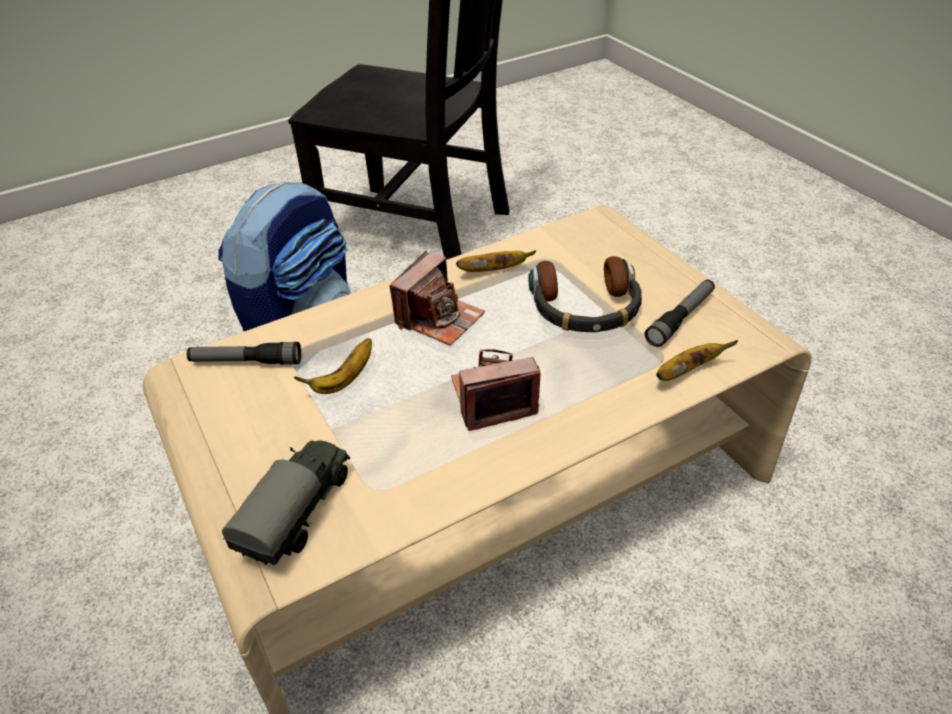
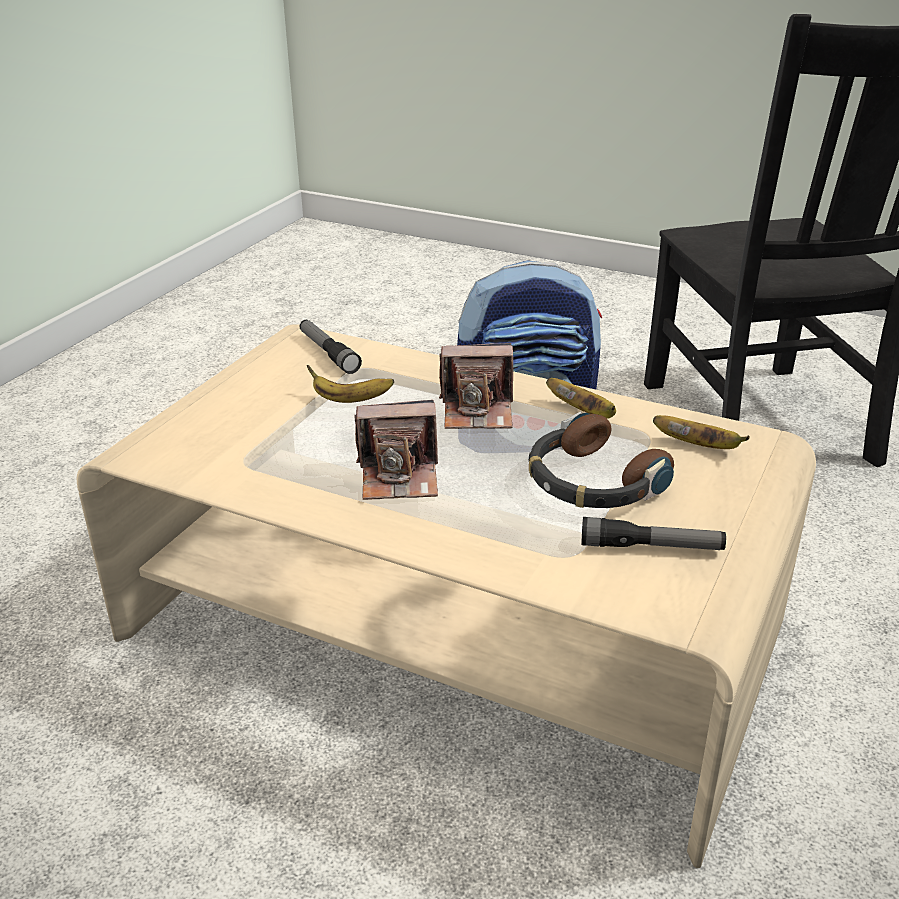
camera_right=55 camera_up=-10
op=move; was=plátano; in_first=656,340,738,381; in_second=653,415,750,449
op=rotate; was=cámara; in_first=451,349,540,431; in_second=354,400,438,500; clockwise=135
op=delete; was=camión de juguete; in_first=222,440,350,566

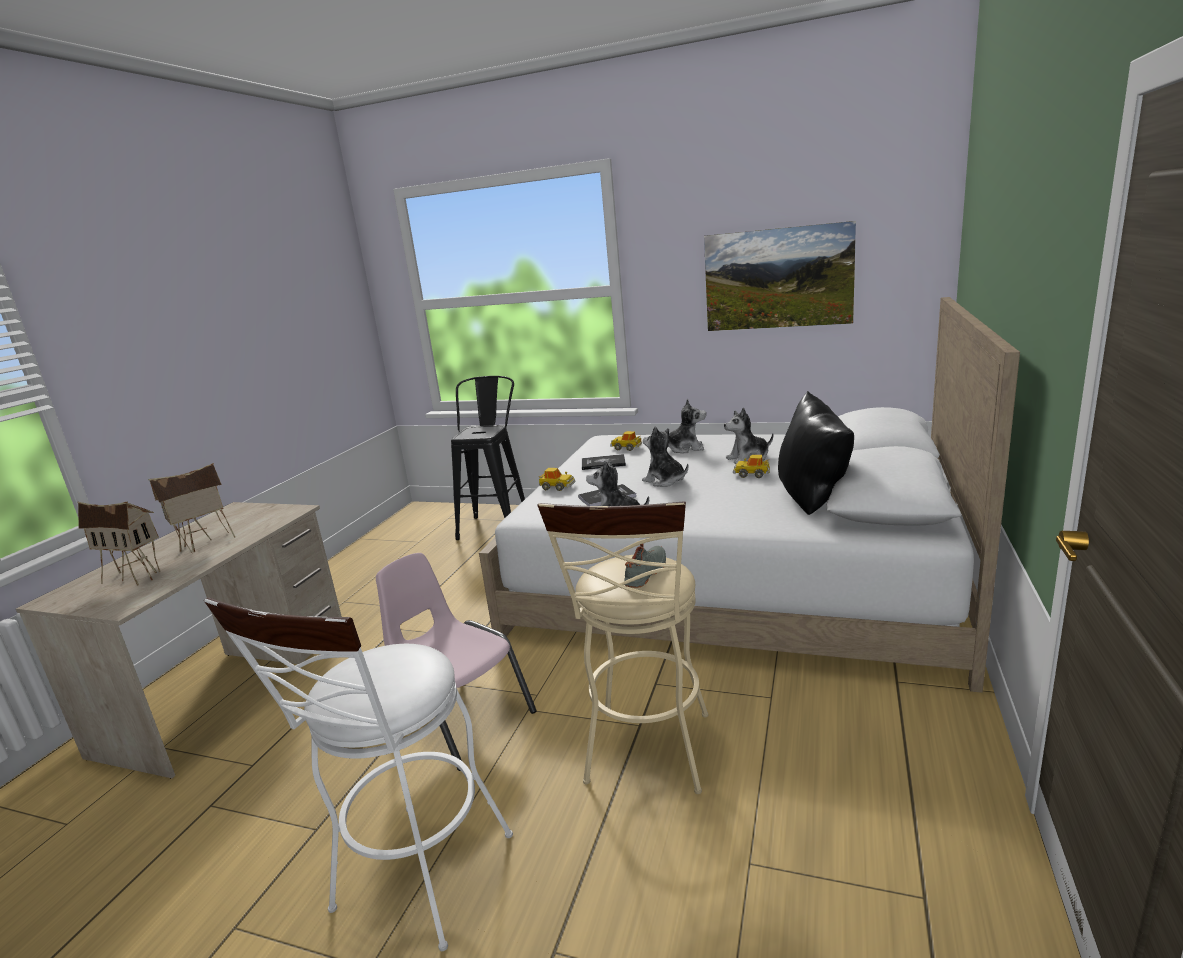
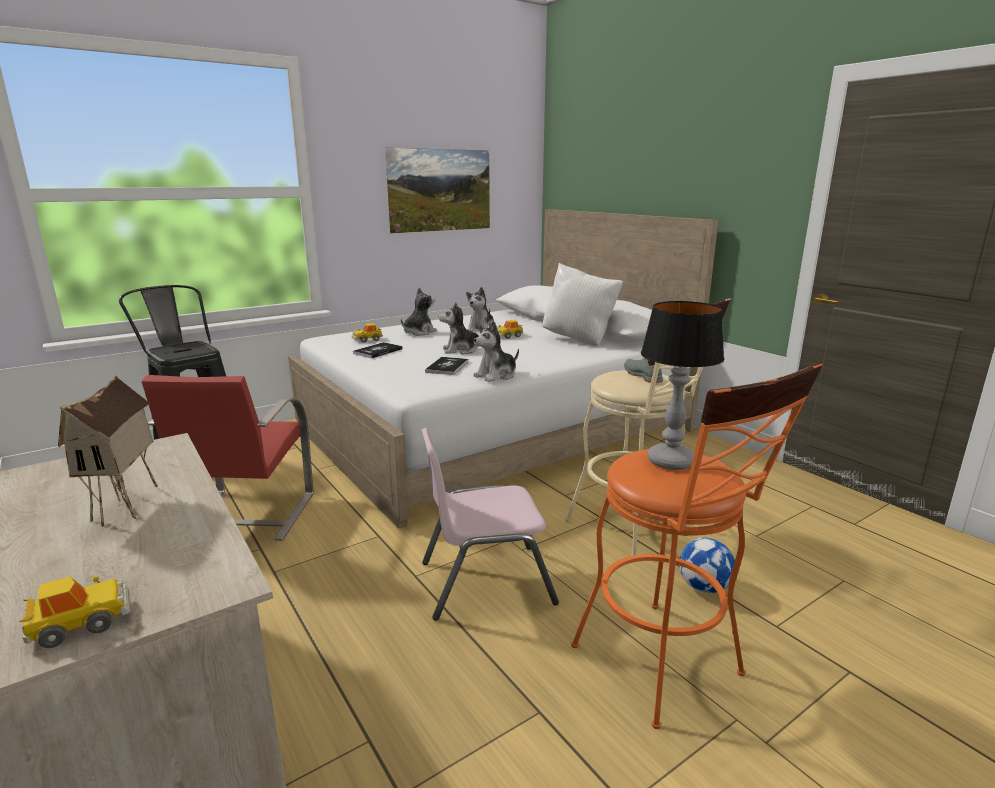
camera_right=-55 camera_up=0
op=recolor; was=cojín (negro); now=cojín (blanco); in_first=778,391,854,515; in_second=542,263,623,346
op=move; was=coche de juguete; in_first=539,468,576,491; in_second=19,576,131,648
op=delete; was=casita; in_first=77,502,160,585
op=recolor; was=taburete (blanco); now=taburete (naranja); in_first=204,597,513,951; in_second=571,362,823,729
op=insert; now=lámpara de mesa; in_second=641,301,724,470
op=insert; now=silla (rojo); in_second=141,375,313,540
op=insert; now=balón de fútbol; in_second=679,538,735,593

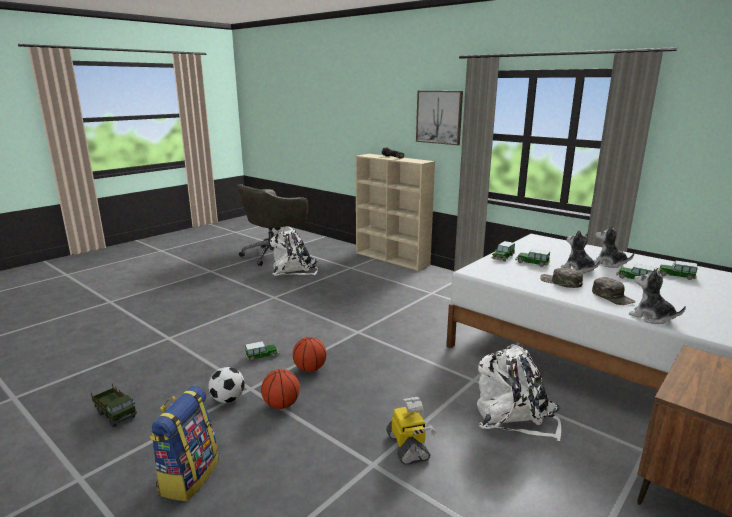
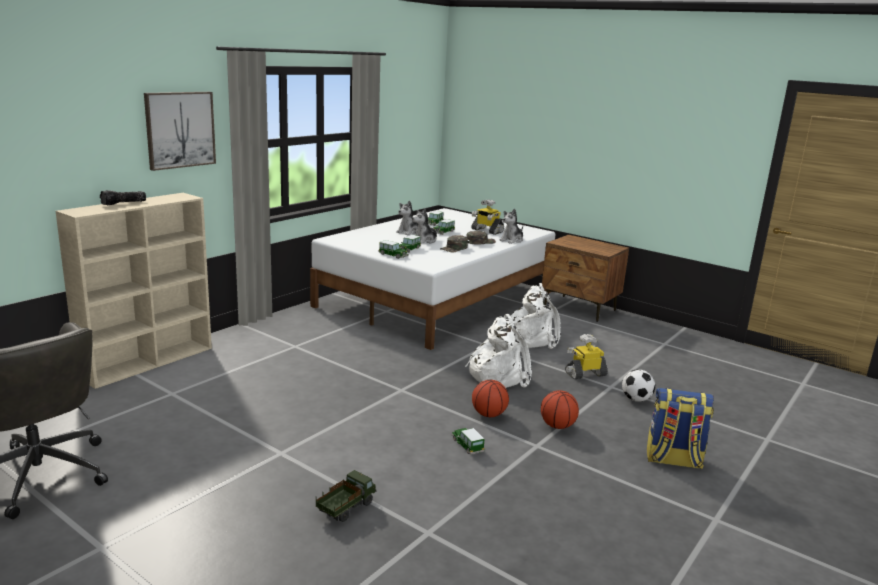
camera_right=-95 camera_up=0
op=move; was=mochila (blanco); in_first=270,226,318,276; in_second=465,314,532,388
op=move; was=balón de fútbol; in_first=208,367,245,403; in_second=622,369,655,402
op=move; was=camión de juguete; in_first=91,384,137,427; in_second=316,470,377,522
op=insert; now=robot de juguete; in_second=471,199,504,235

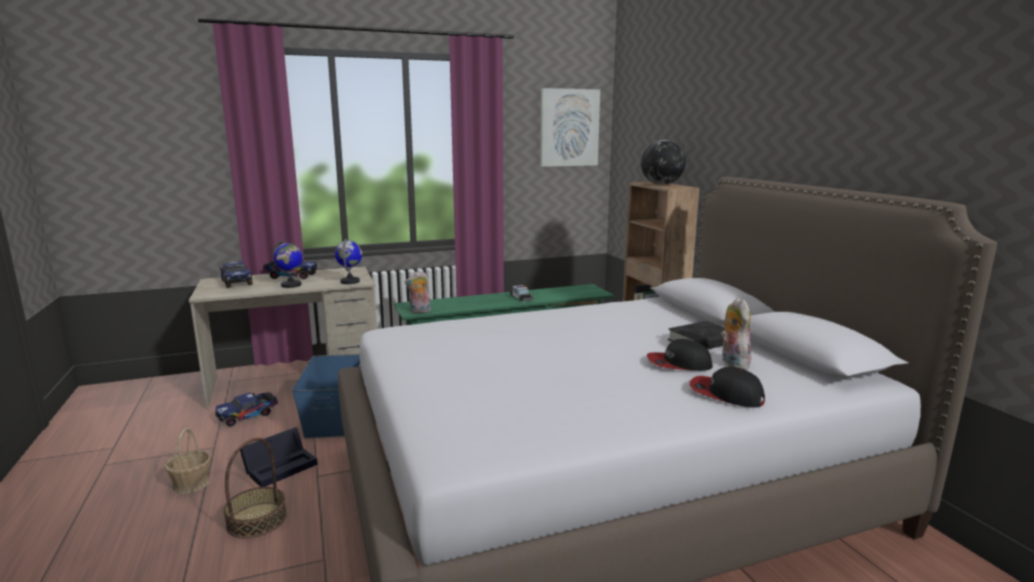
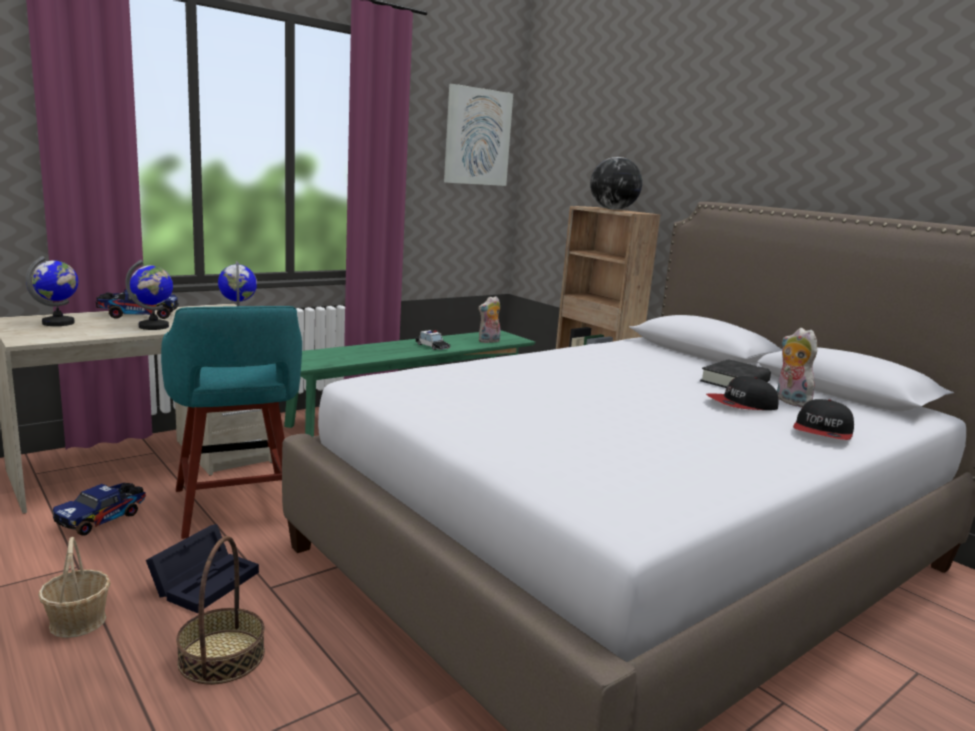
camera_right=-20 camera_up=0
op=replace; was=camión de juguete; now=globo terráqueo; in_first=220,261,252,288; in_second=26,256,78,326
op=move; was=peluche; in_first=405,271,431,313; in_second=478,296,501,343
op=replace; was=caja de almacenaje (azul); now=taburete (turquesa); in_first=292,354,361,438; in_second=161,306,302,539
op=rotate; was=gorra; in_first=690,367,765,408; in_second=793,399,854,440; clockwise=-75

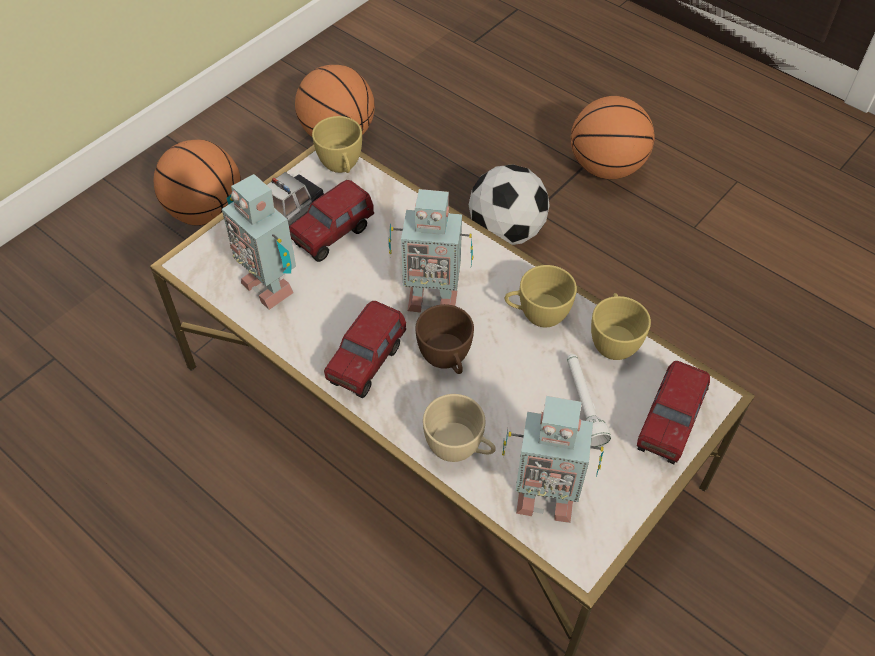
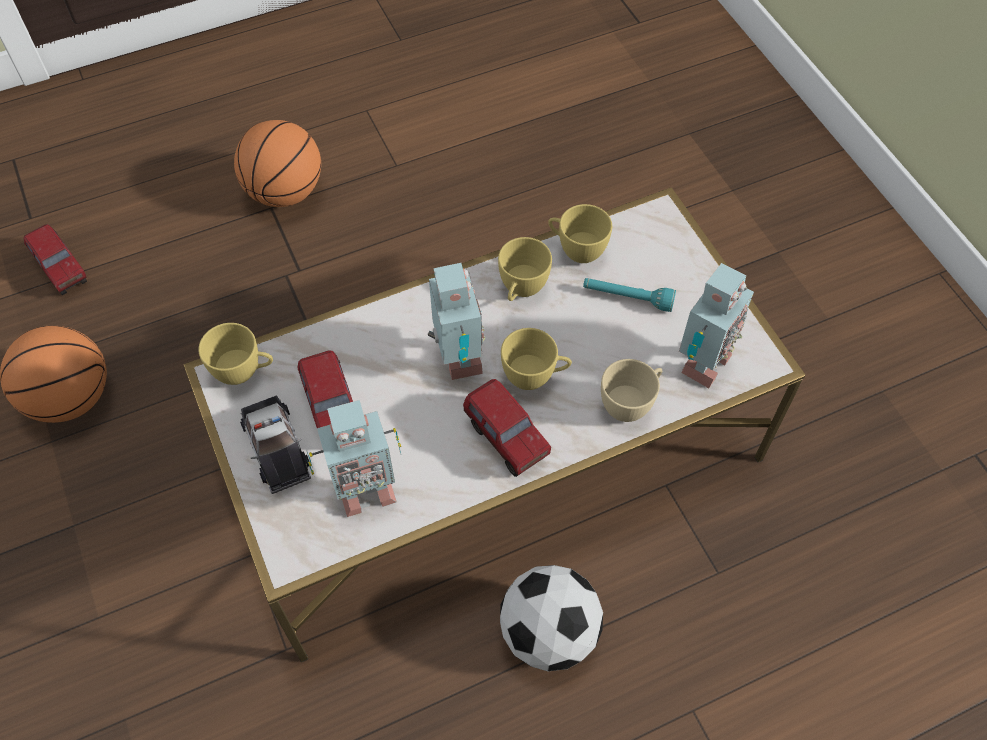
camera_right=-65 camera_up=5
op=delete; was=balón de baloncesto; in_first=154,140,241,226
op=move; was=balón de fútbol; in_first=469,164,550,245; in_second=500,565,603,671
op=rotate; was=robot de juguete; in_first=389,189,473,313; in_second=428,263,485,380; clockwise=-45
op=recolor; was=taza (marrón); now=taza (amarillo); in_first=415,304,474,374; in_second=501,328,572,390
op=recolor; was=linterna (blanco); now=linterna (turquesa); in_first=567,354,611,447; in_second=583,278,676,312
op=move; was=camión de juguete; in_first=637,361,710,464; in_second=23,224,87,295

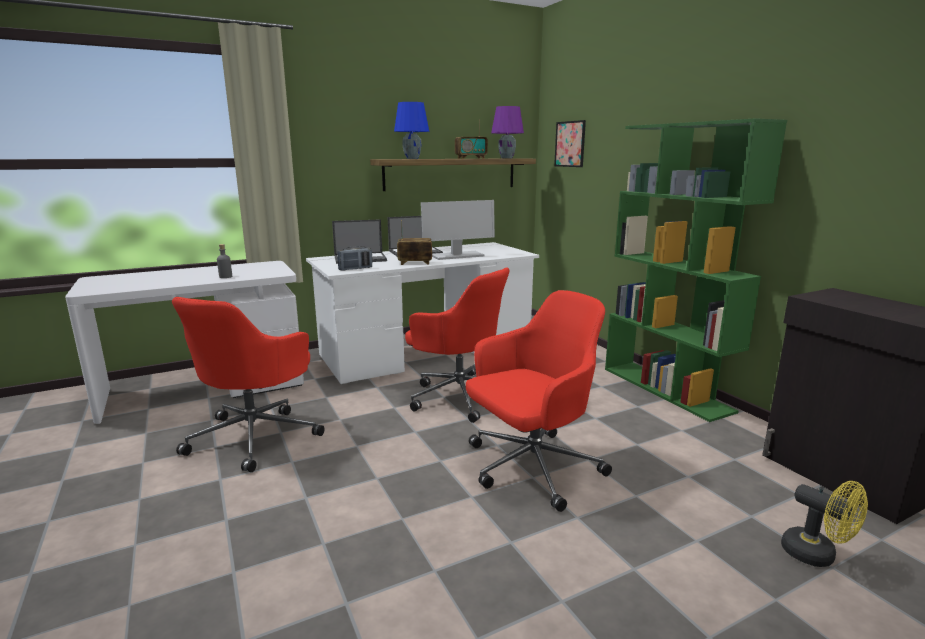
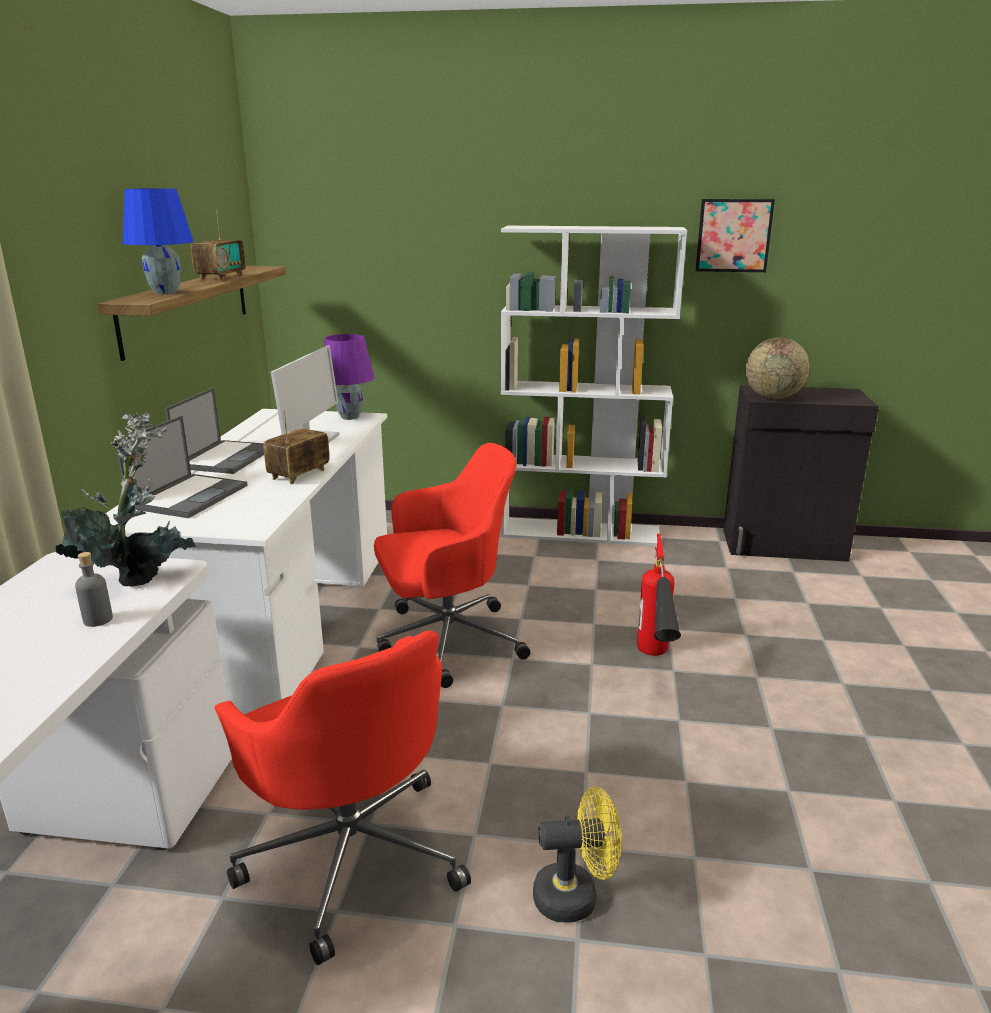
camera_right=-55 camera_up=5
op=move; was=lámpara de mesa (morado); in_first=491,106,524,159; in_second=324,334,374,420
op=recolor; was=estantería (verde); now=estantería (blanco); in_first=605,118,787,422; in_second=500,226,687,546
op=move; was=cuadro; in_first=554,120,586,167; in_second=695,199,775,272
op=delete; was=radio; in_first=337,246,372,271
op=replace; was=silla de oficina (rojo); now=extintor; in_first=466,290,612,512; in_second=637,534,681,656
op=move; was=ventilador (amarillo); in_first=781,481,868,567; in_second=533,787,622,923
op=insert; now=globo terráqueo; in_second=746,337,810,399
op=insert; now=planta en maceta; in_second=55,413,196,587

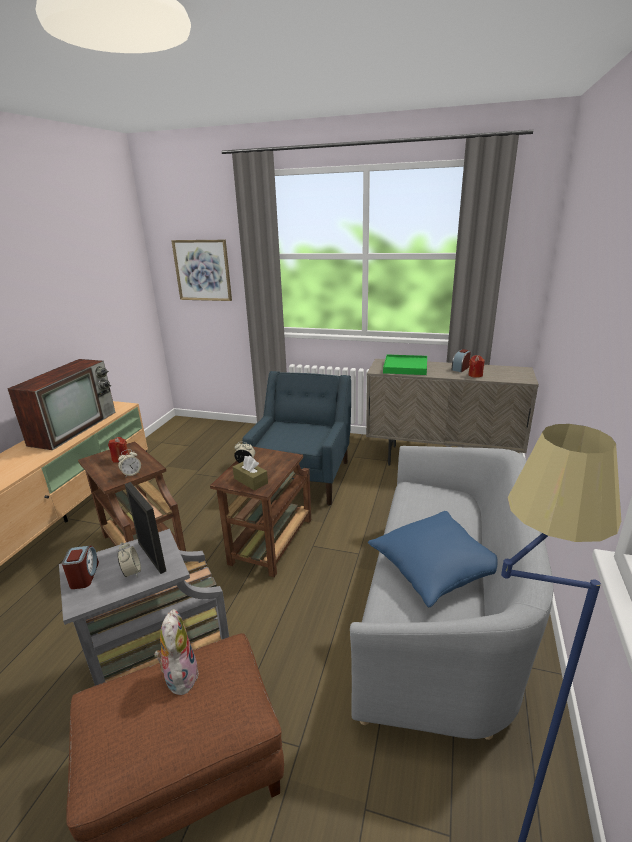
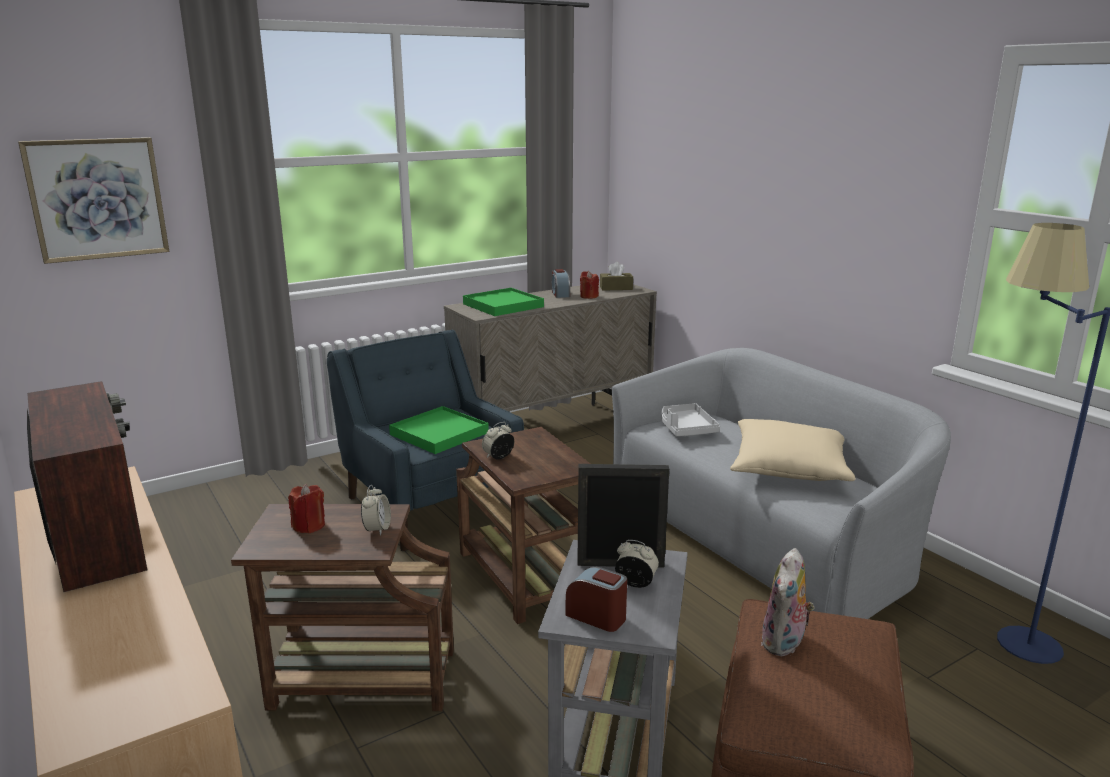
camera_right=-50 camera_up=-5
op=move; was=caja de pañuelos (marrón); in_first=233,456,268,491; in_second=600,262,633,291
op=recolor; was=cojín (azul); now=cojín (beis); in_first=368,511,498,607; in_second=730,419,856,481
op=rotate; was=peluche; in_first=154,609,199,695; in_second=761,548,814,657; clockwise=-90
op=insert; now=bandeja (gris); in_second=661,403,720,436
op=insert; now=bandeja (verde); in_second=389,406,489,454

